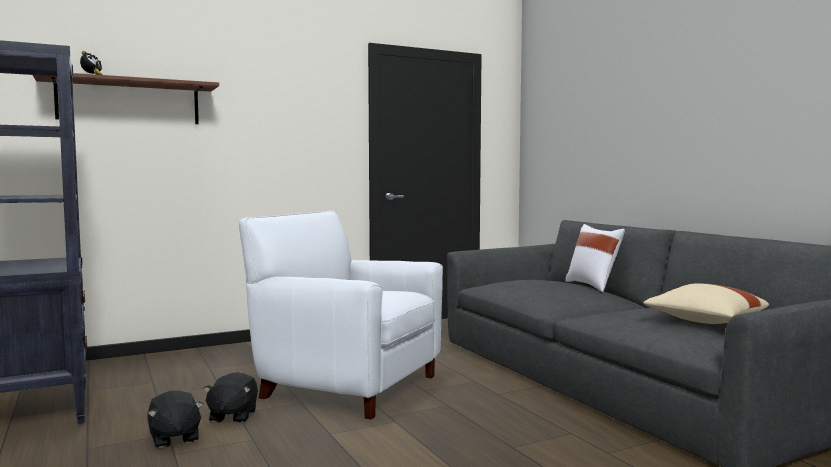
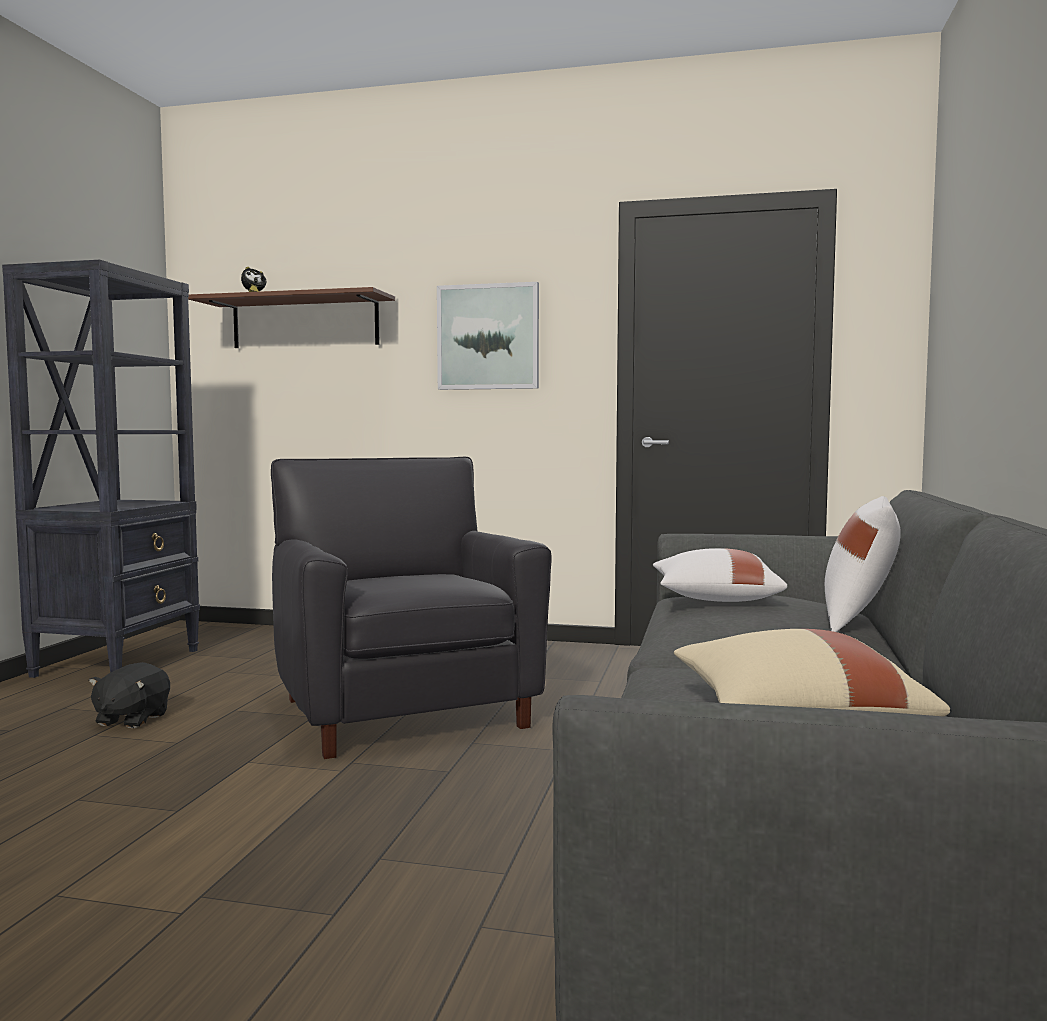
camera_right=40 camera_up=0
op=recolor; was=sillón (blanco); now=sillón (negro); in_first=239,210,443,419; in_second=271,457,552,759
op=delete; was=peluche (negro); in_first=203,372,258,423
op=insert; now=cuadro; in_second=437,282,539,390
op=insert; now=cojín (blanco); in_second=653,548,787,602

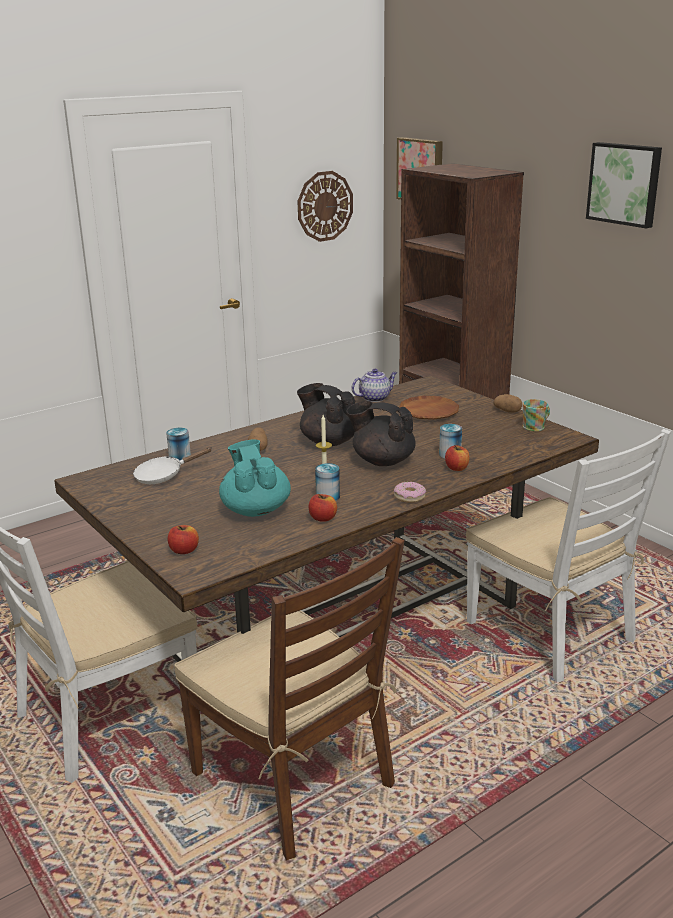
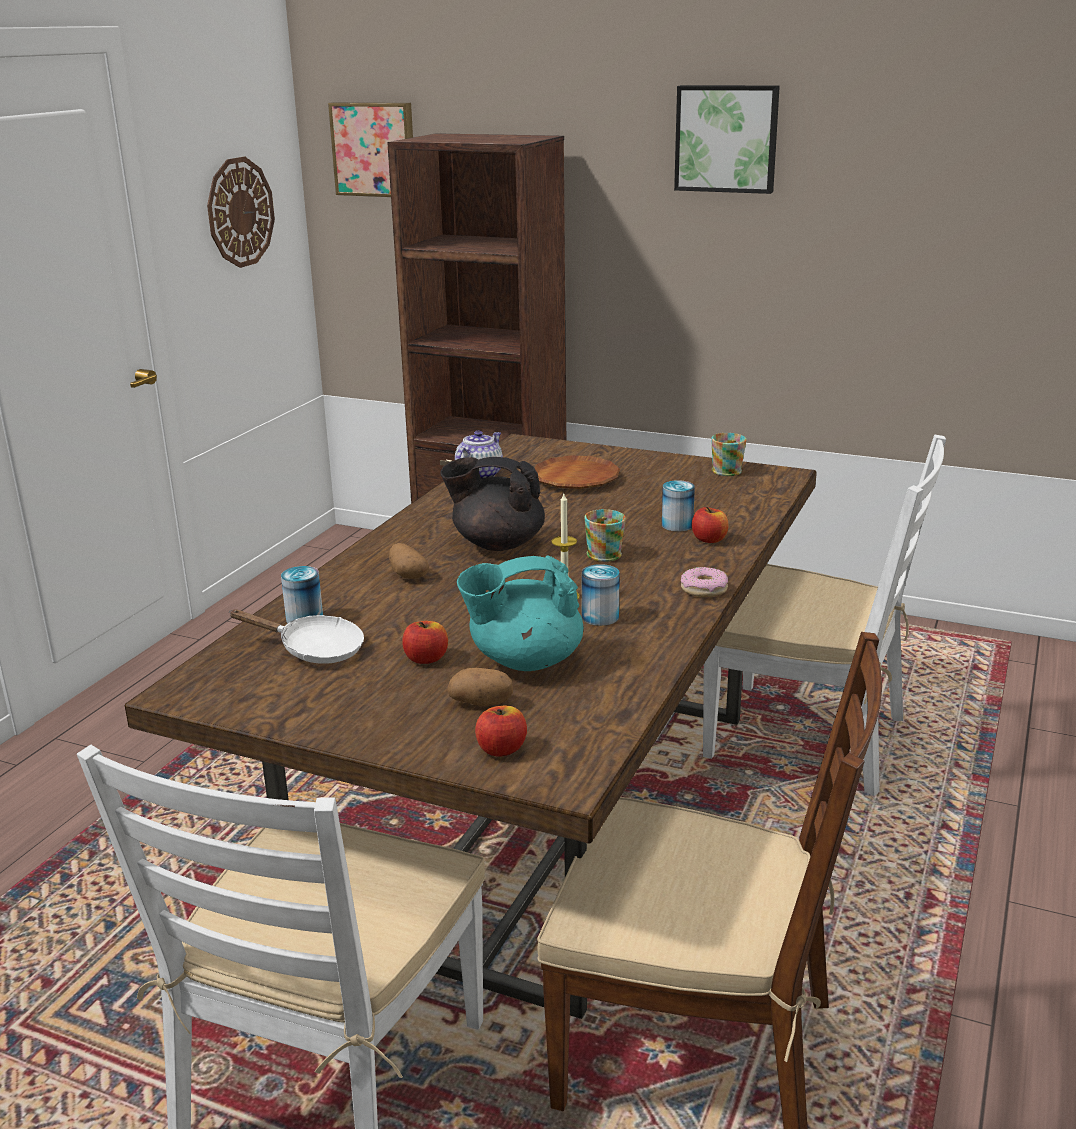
camera_right=-30 camera_up=0
op=move; was=patata; in_first=493,394,522,413; in_second=447,668,513,706
op=replace; was=tetera (negro); now=taza grande; in_first=346,401,416,466; in_second=584,509,626,562
op=rotate; was=tetera (turquesa); in_first=219,440,291,517; in_second=457,555,583,671; clockwise=-60
op=rotate; was=sartén (blanco); in_first=133,447,211,484; in_second=229,609,364,664; clockwise=-105
op=move; was=manzana; in_first=308,494,337,522; in_second=402,621,448,664

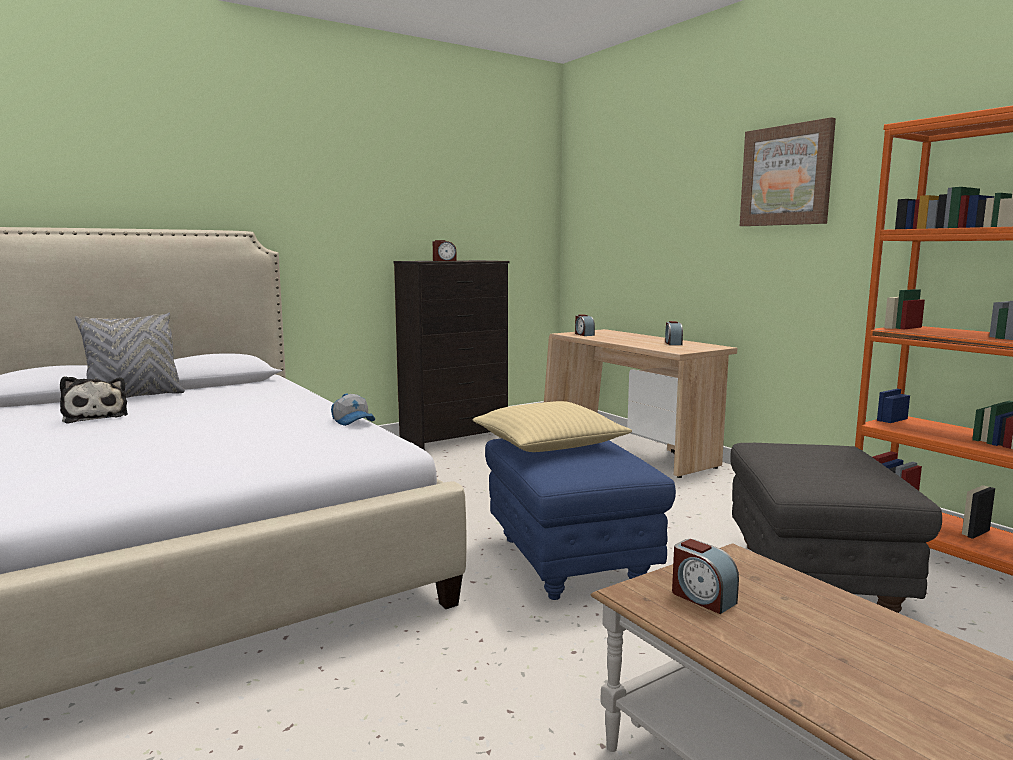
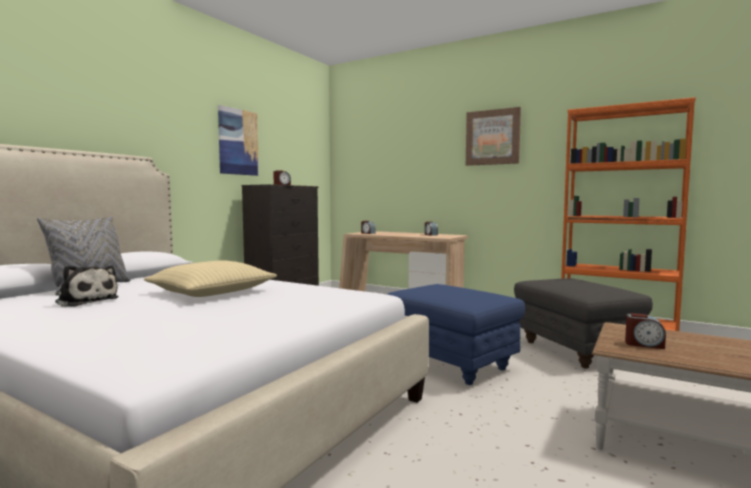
camera_right=-25 camera_up=-5
op=delete; was=gorra; in_first=331,394,375,426
op=move; was=cojín (beis); in_first=472,401,632,452; in_second=144,260,277,297
op=insert; now=cuadro; in_second=218,105,259,176

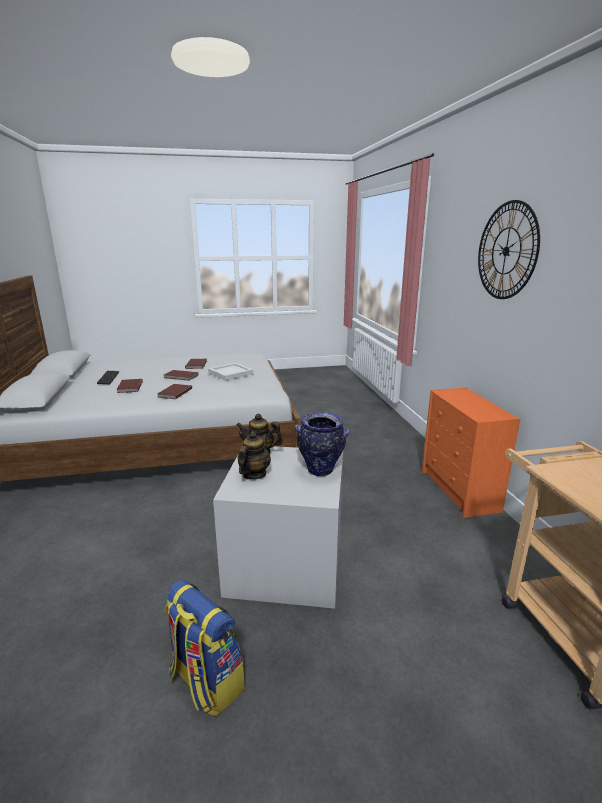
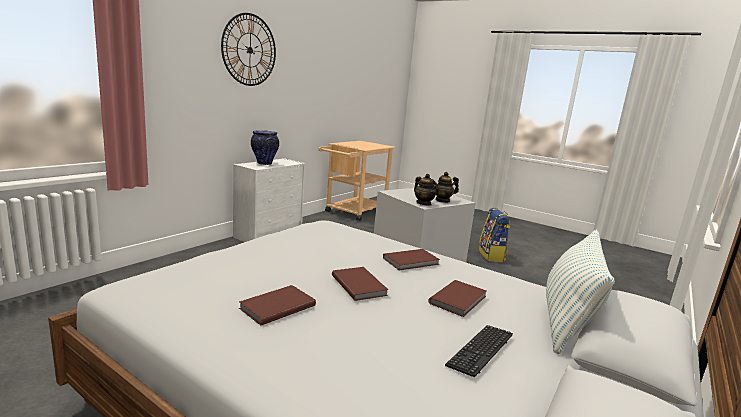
camera_right=-135 camera_up=-5
op=delete; was=bandeja (blanco); in_first=208,363,253,381
op=recolor; was=cómoda (naranja); now=cómoda (blanco); in_first=422,387,520,518; in_second=233,158,305,242
op=move; was=florero; in_first=295,412,350,476; in_second=251,130,279,165
op=insert; now=cojín; in_second=546,229,615,354

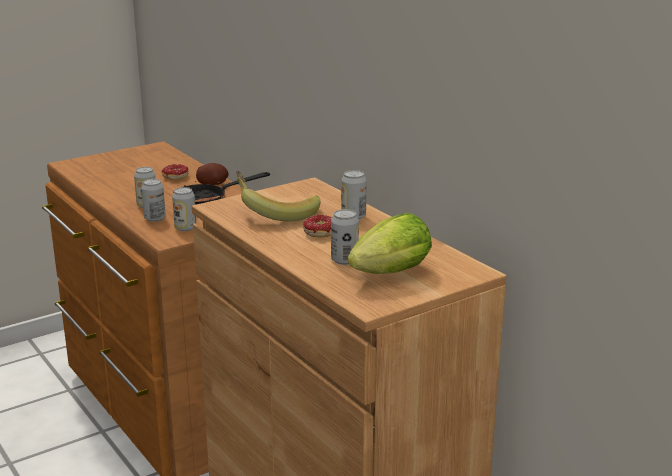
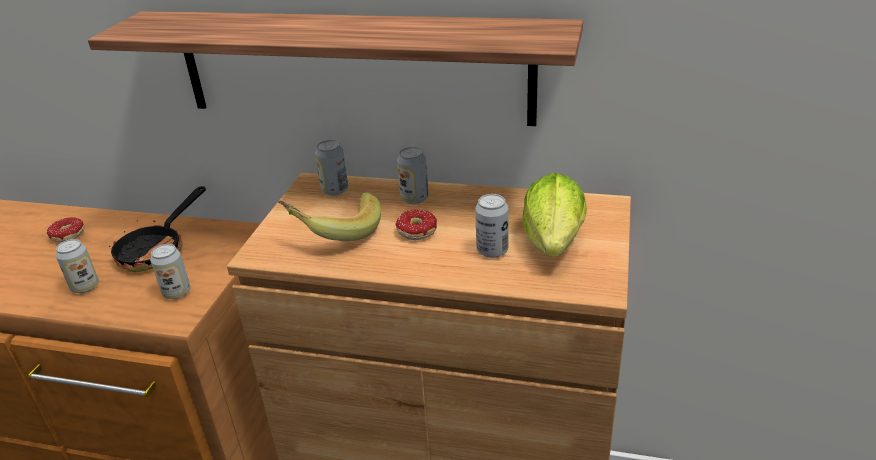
camera_right=-40 camera_up=10
op=delete; was=patata; in_first=196,163,229,185
op=move; was=lata; in_first=141,179,166,222; in_second=315,140,348,196
op=insert; now=estante; in_second=88,11,583,126

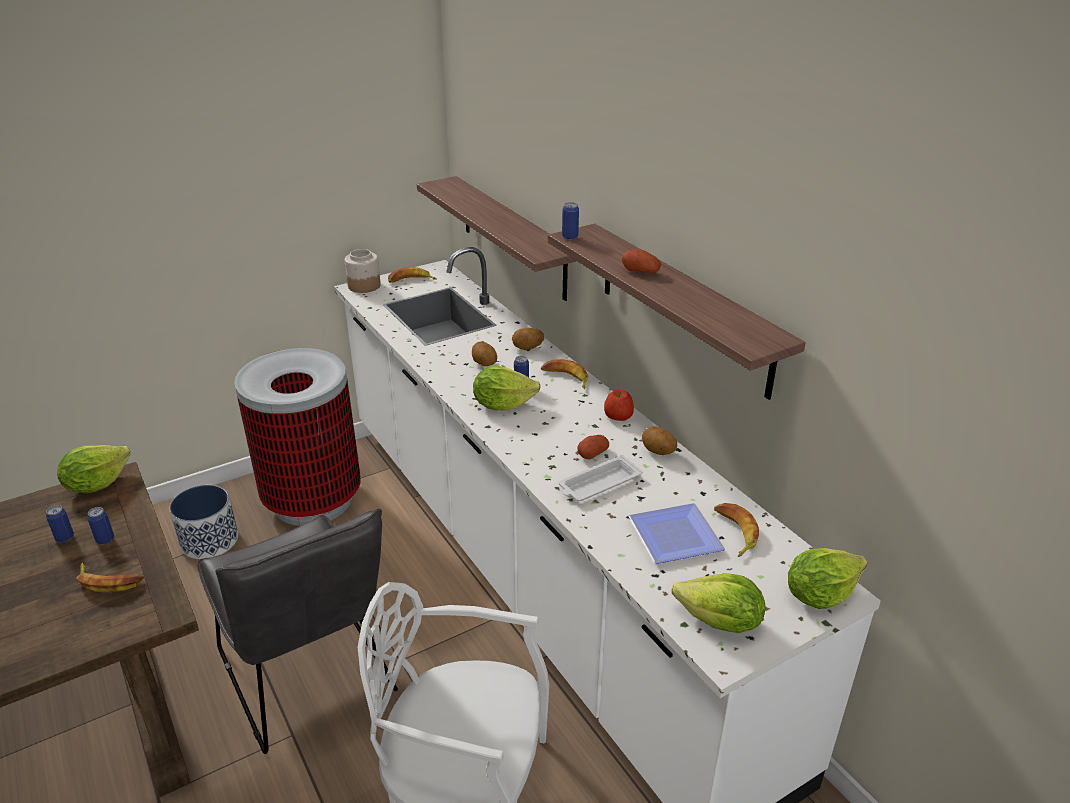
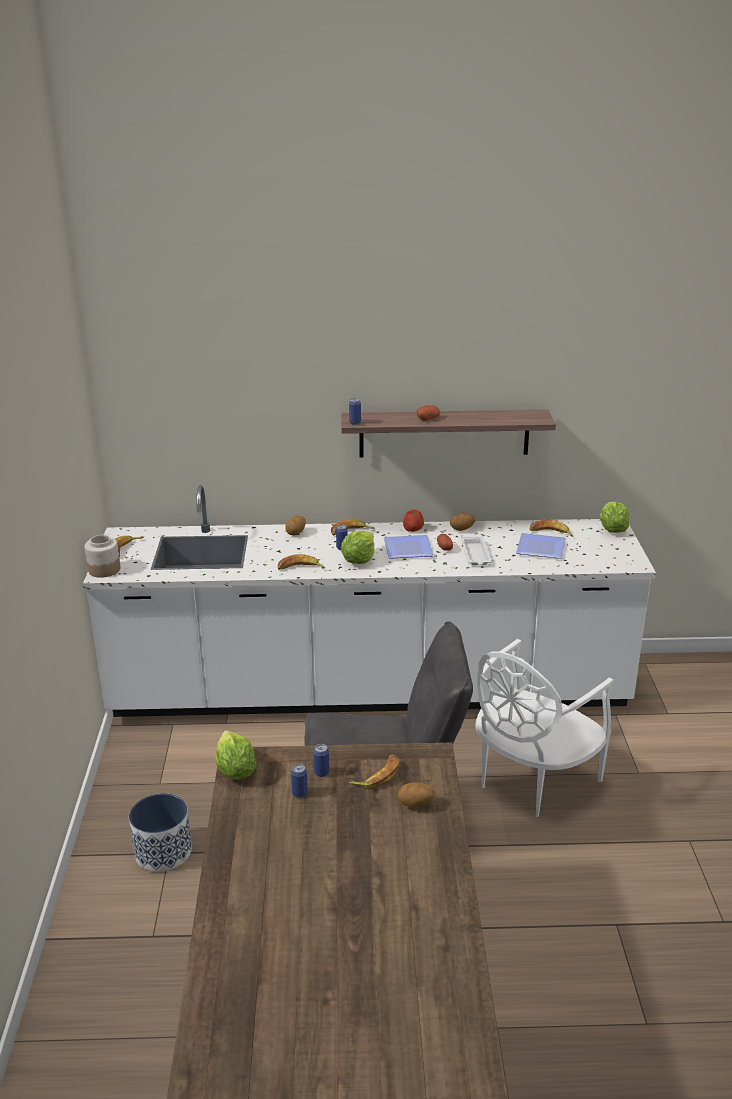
camera_right=-60 camera_up=-5
op=delete; was=estante; in_first=417,176,576,301
op=move; was=patata; in_first=472,342,497,366; in_second=398,782,435,808
op=delete; was=papelera; in_first=234,348,361,526
op=delete; was=lechuga; in_first=672,573,765,633
op=insert; now=plato; in_second=383,535,434,559
op=insert; now=plátano; in_second=278,554,325,570

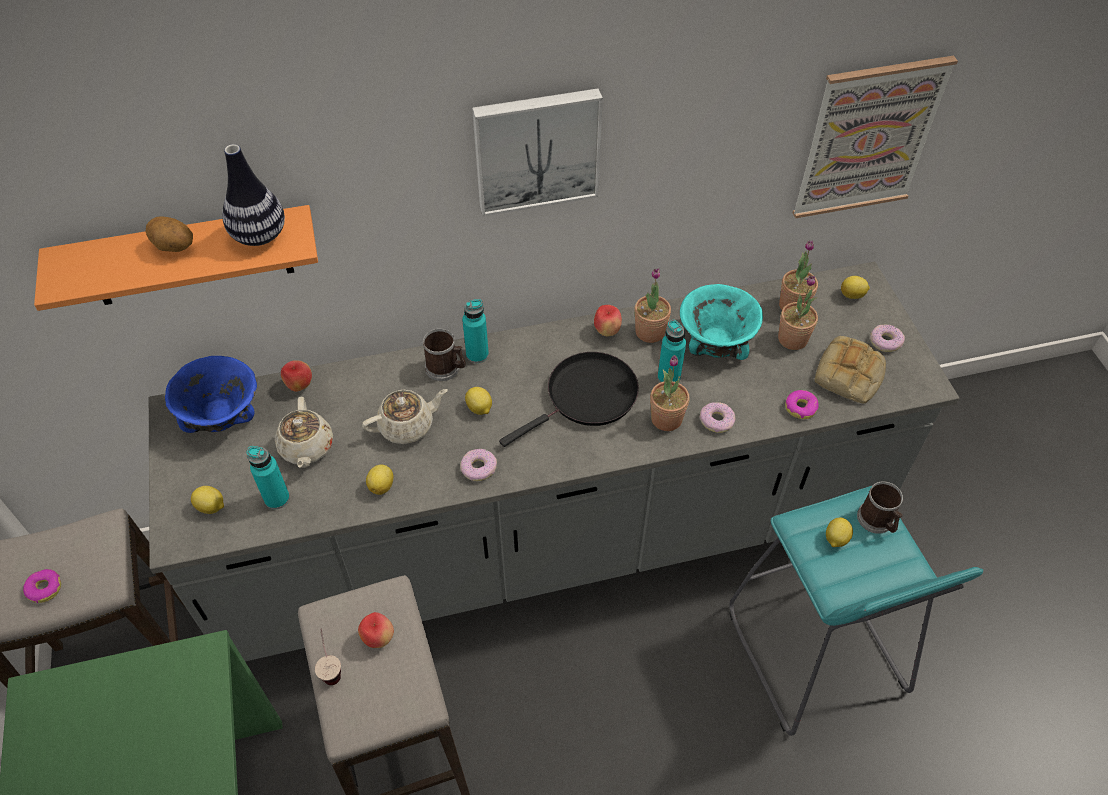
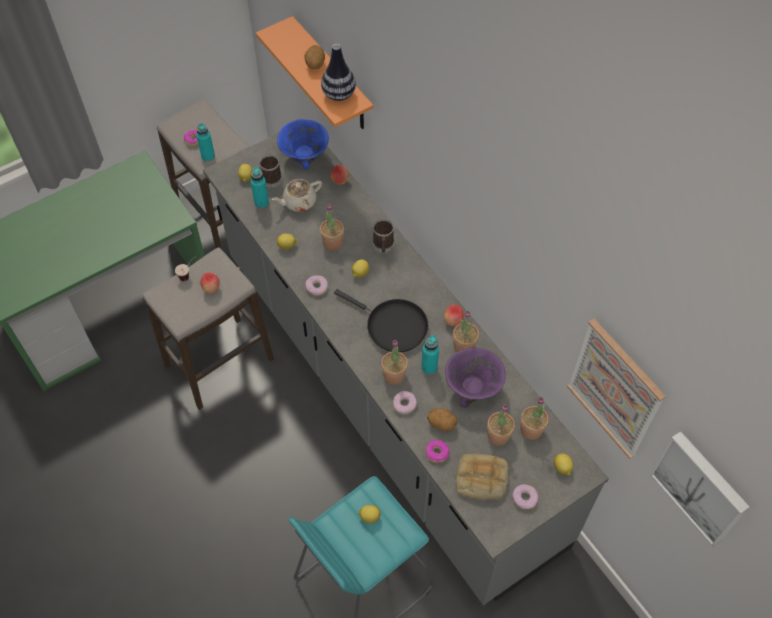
camera_right=70 camera_up=5
op=move; was=cuadro; in_first=472,88,603,216; in_second=650,431,749,547
op=recolor; was=cuenco (turquesa); now=cuenco (morado); in_first=680,284,763,360; in_second=445,348,506,408
op=move; was=botella (turquesa); in_first=462,299,489,363; in_second=196,123,215,162
op=replace; was=tetera (beis); now=planta en maceta; in_first=362,389,448,444; in_second=320,203,344,250
op=move; was=taza grande; in_first=857,481,903,534; in_second=259,155,283,188
op=insert; now=patata; in_second=427,408,457,431

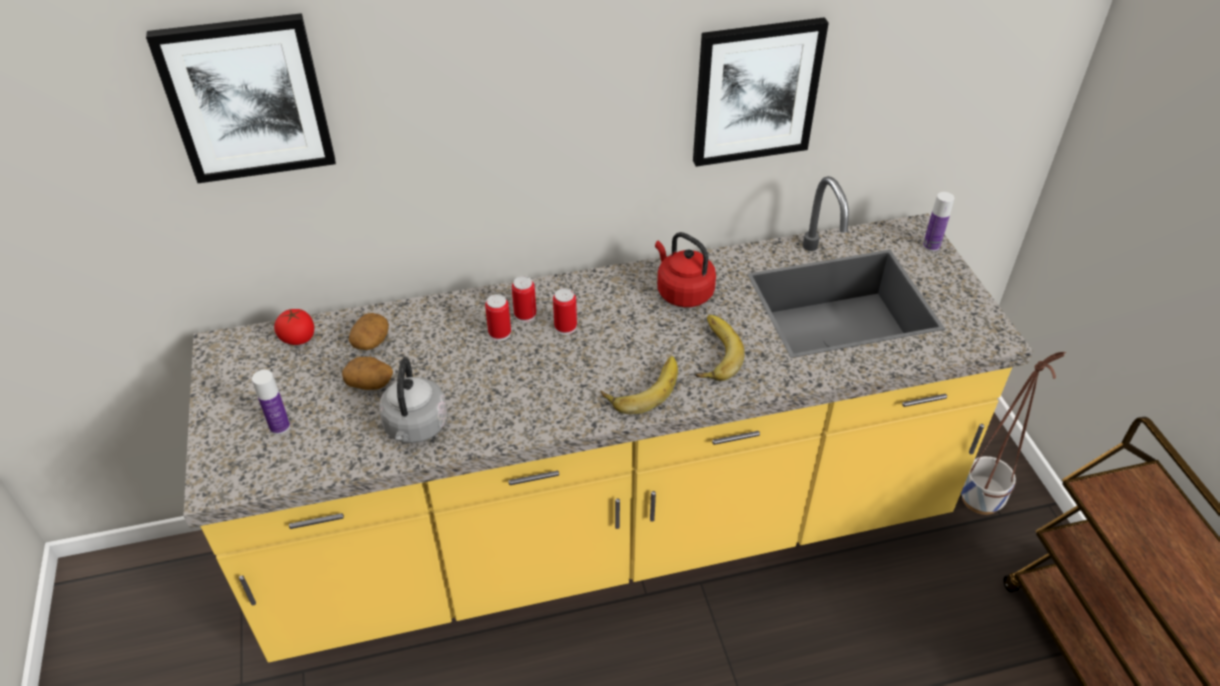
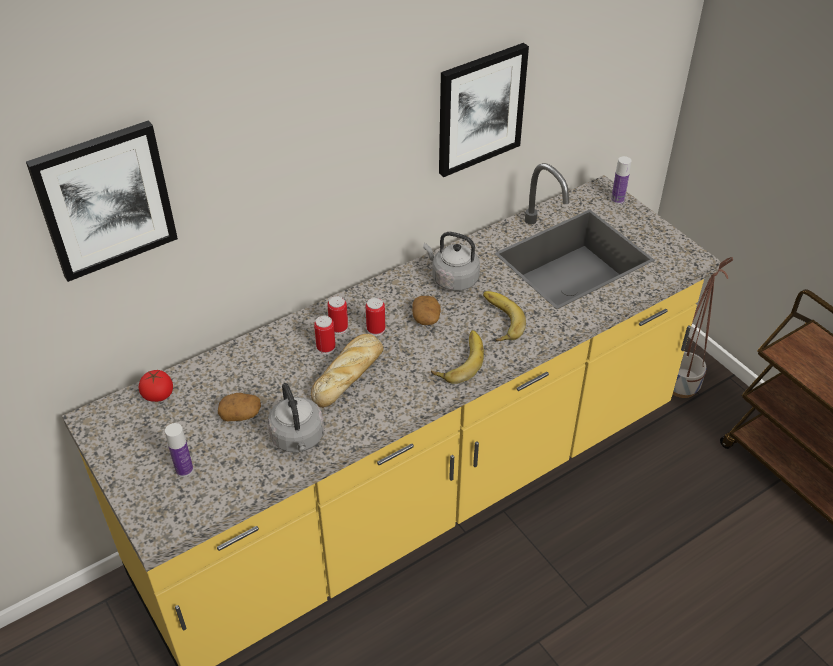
camera_right=-20 camera_up=0
op=recolor; was=hervidor (rojo); now=hervidor (gris); in_first=655,232,716,307; in_second=423,232,480,291
op=move; was=patata; in_first=349,313,389,350; in_second=412,296,441,325
op=insert; now=pan; in_second=311,334,384,408

